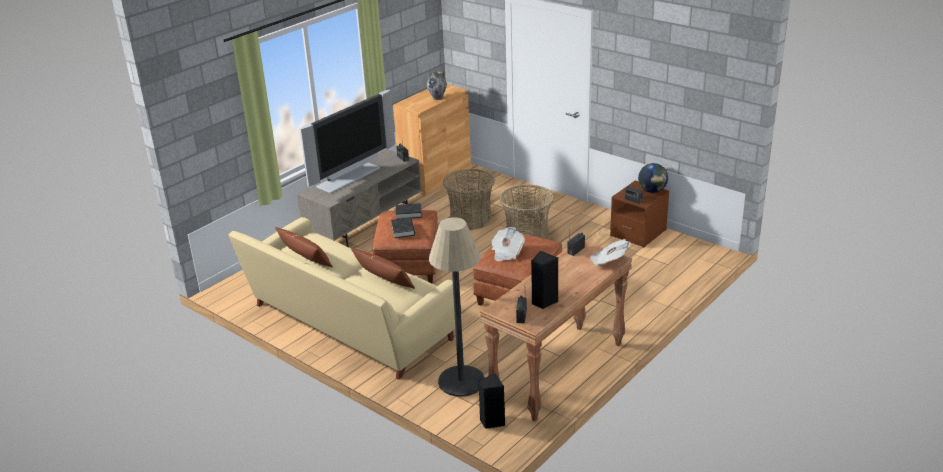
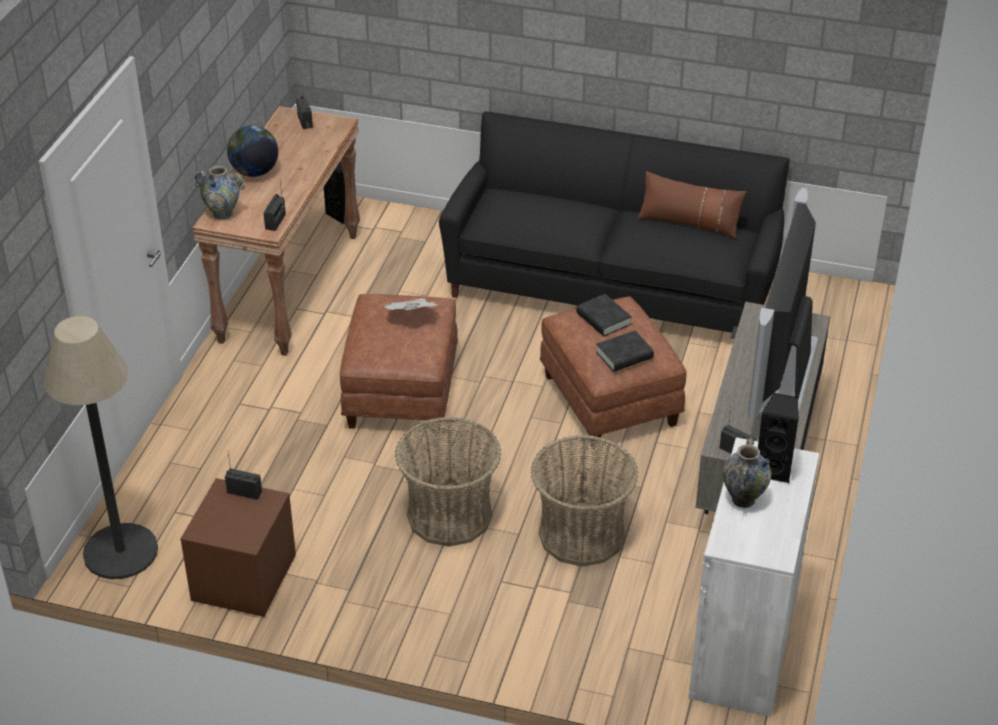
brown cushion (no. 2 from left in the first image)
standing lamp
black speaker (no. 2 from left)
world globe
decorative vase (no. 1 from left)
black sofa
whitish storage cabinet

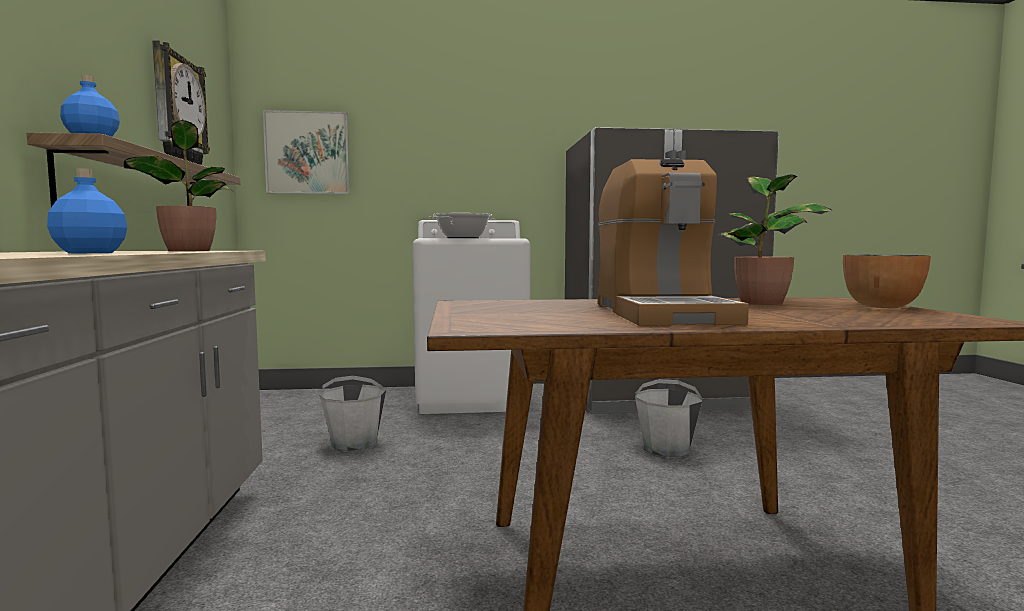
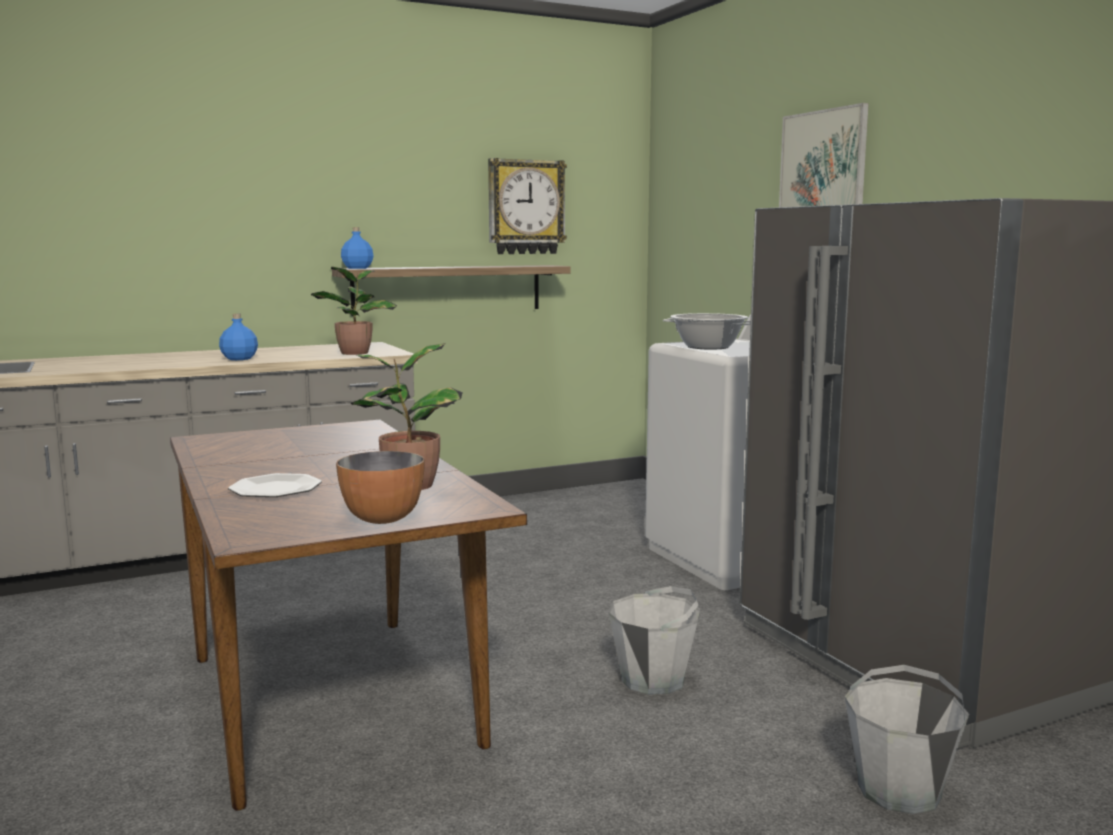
coffee maker
dinner plate
wall art
gray pail (no. 2 from left)

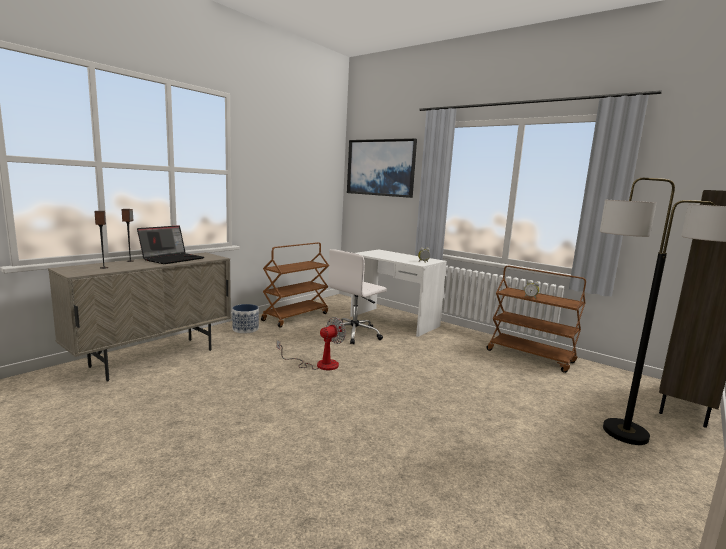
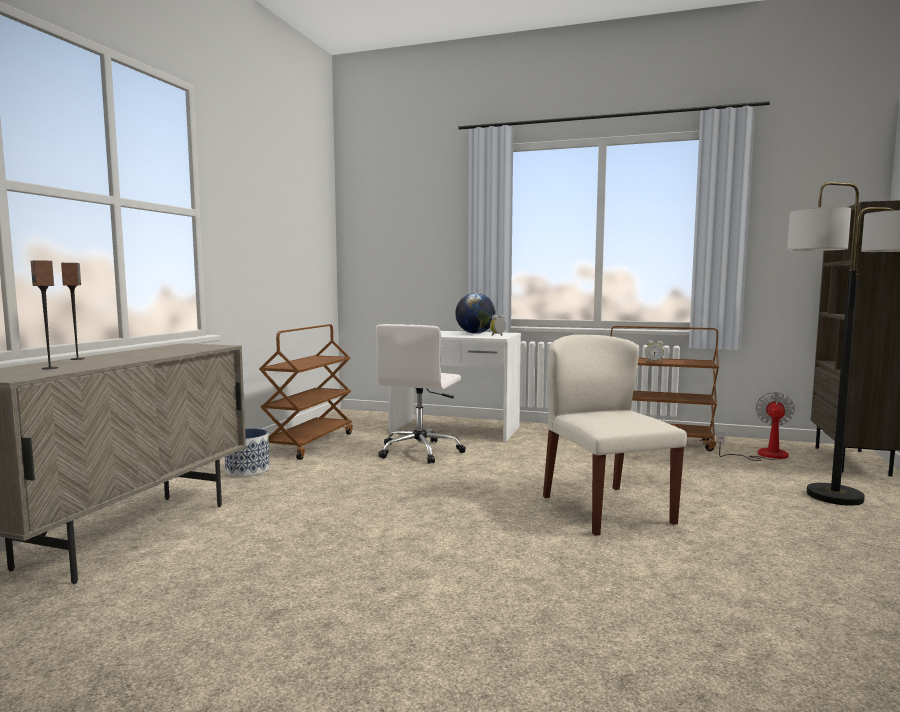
portable computer
wall art
world globe
beige chair
fan

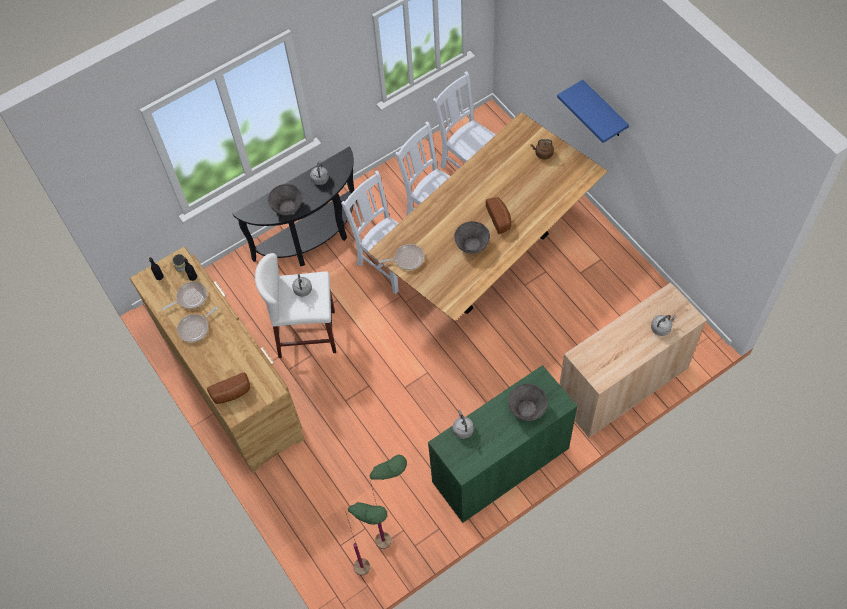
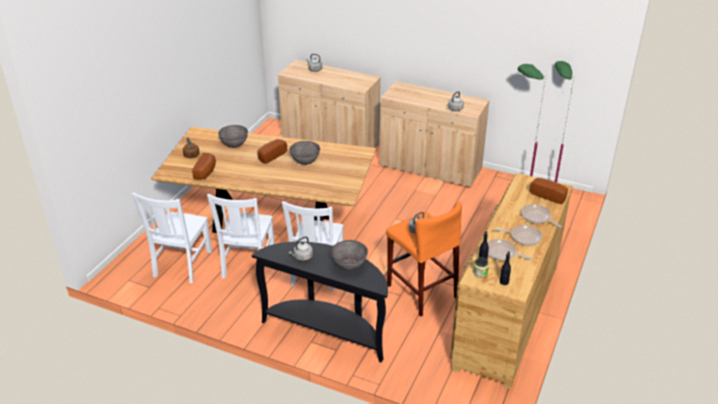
blue-coloured wall shelf
bread (no. 1 from left)
frying pan (no. 3 from left)
gray bowl (no. 1 from left)
orange stool seat
beige storage cabinet (no. 2 from left)

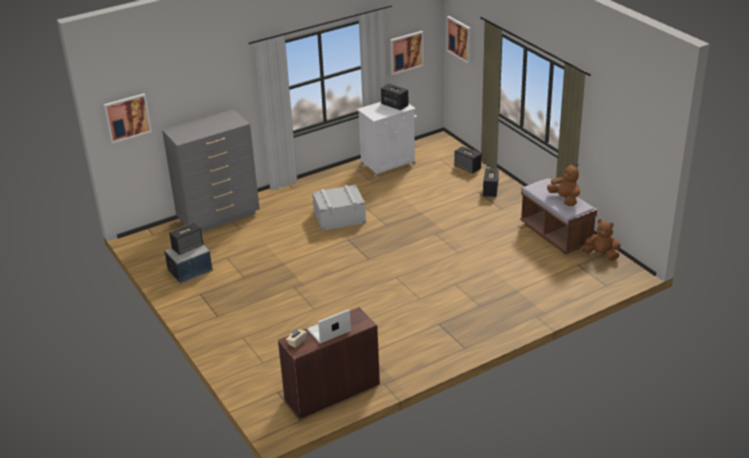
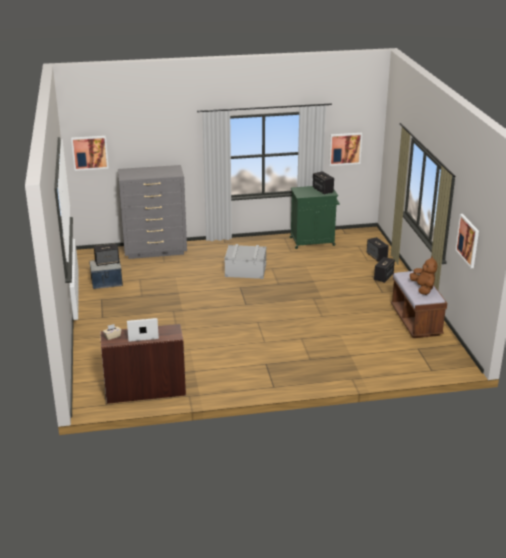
brown plush toy (no. 2 from left in the first image)
wall art (no. 3 from left)
green storage cabinet

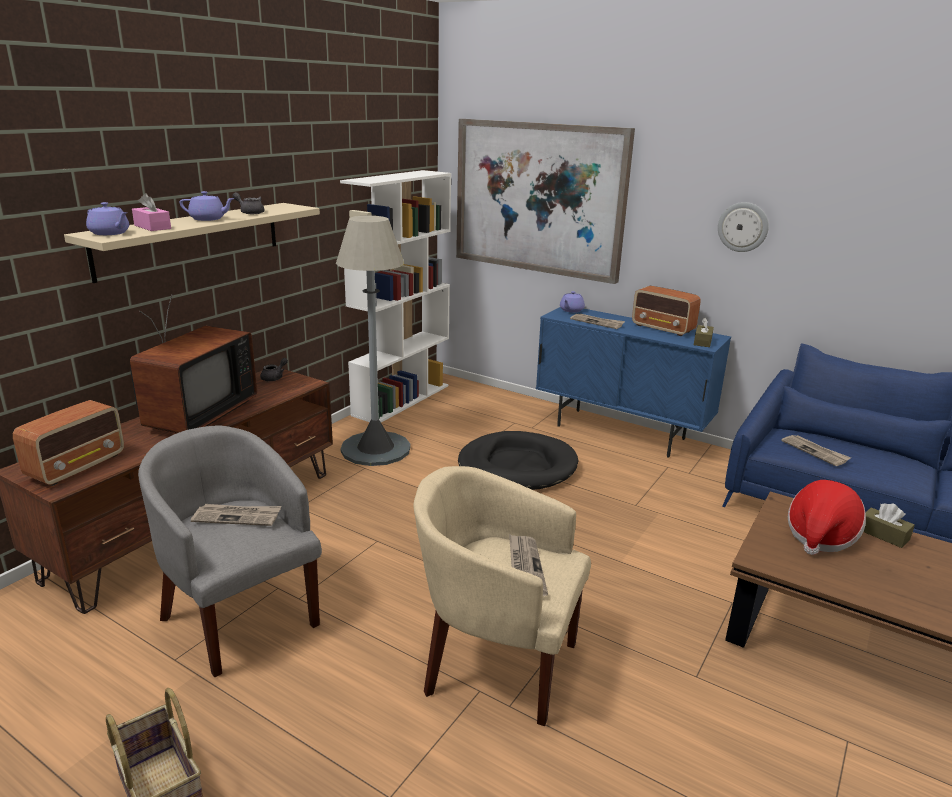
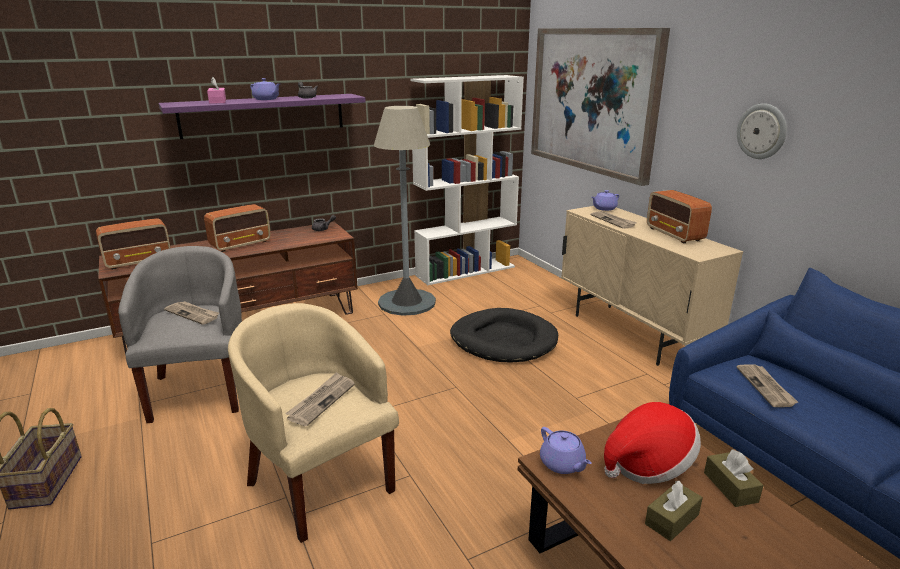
purple-coloured tea pot (no. 2 from left)
brown tissue box (no. 1 from left)
radio receiver (no. 2 from left)
purple-coloured wall shelf
beige storage cabinet

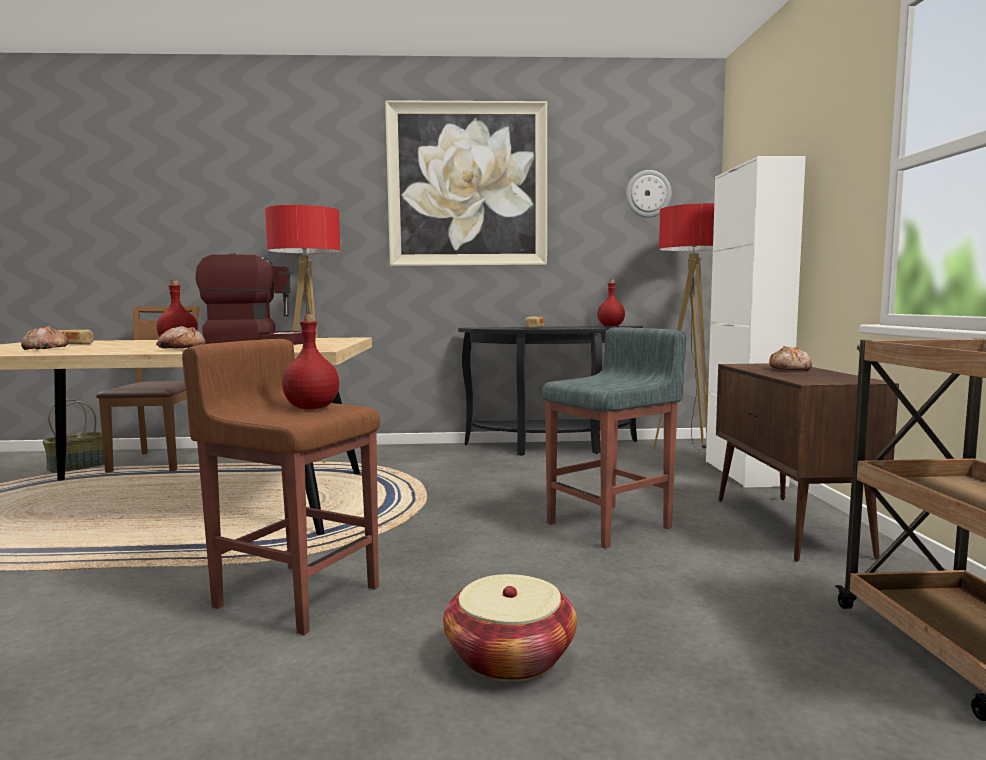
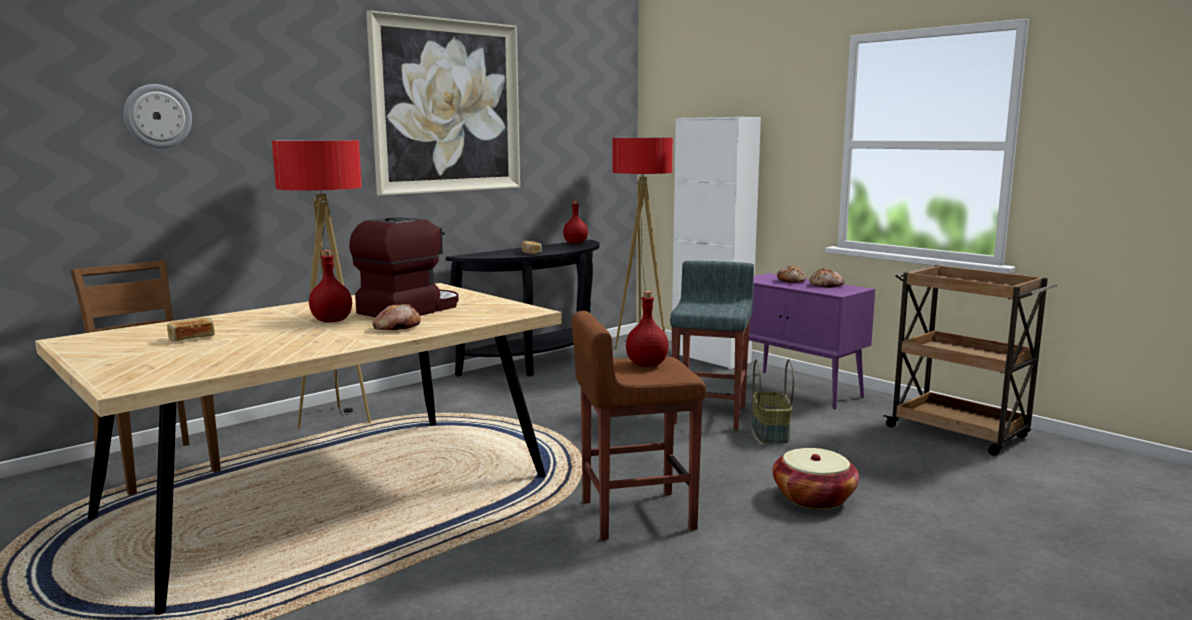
bread (no. 5 from left)
household basket (no. 1 from left)
hanging clock
purple-coloured storage cabinet

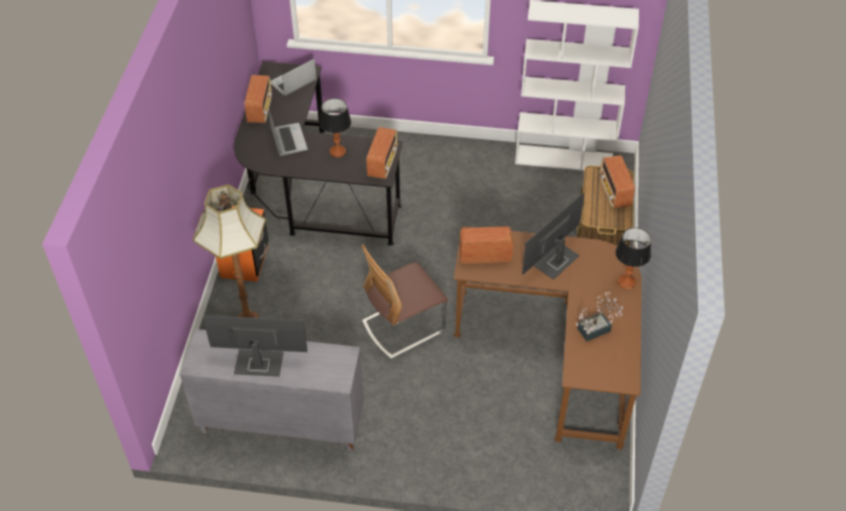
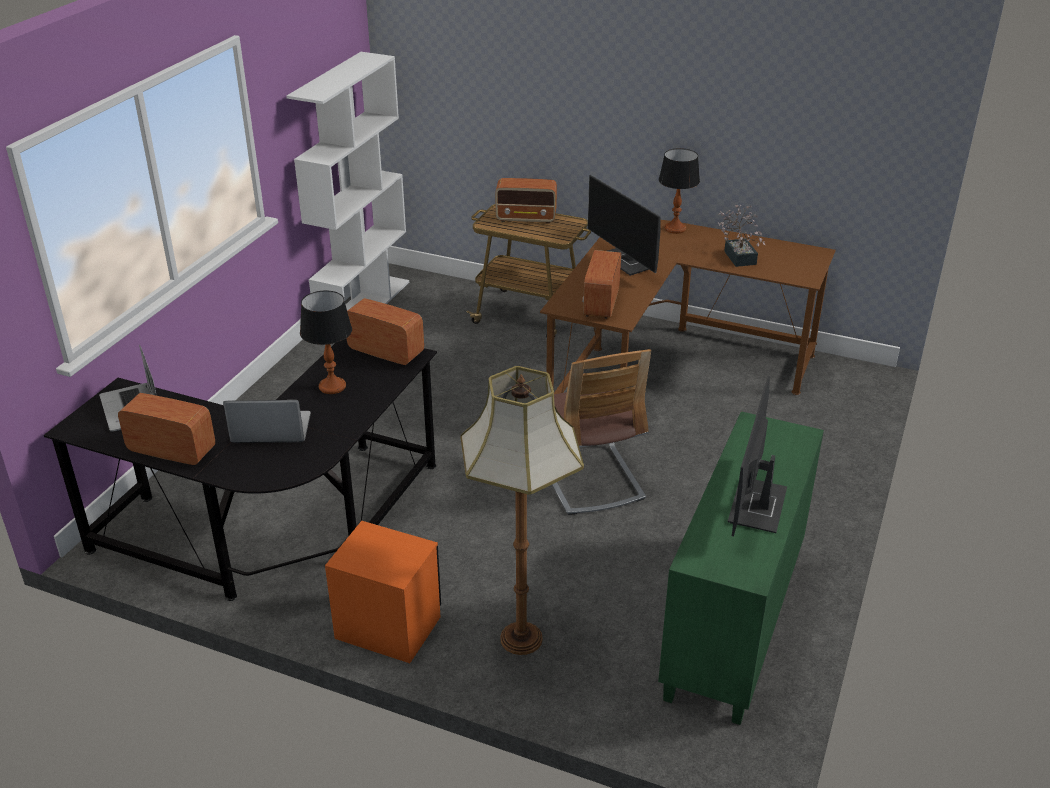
green storage cabinet

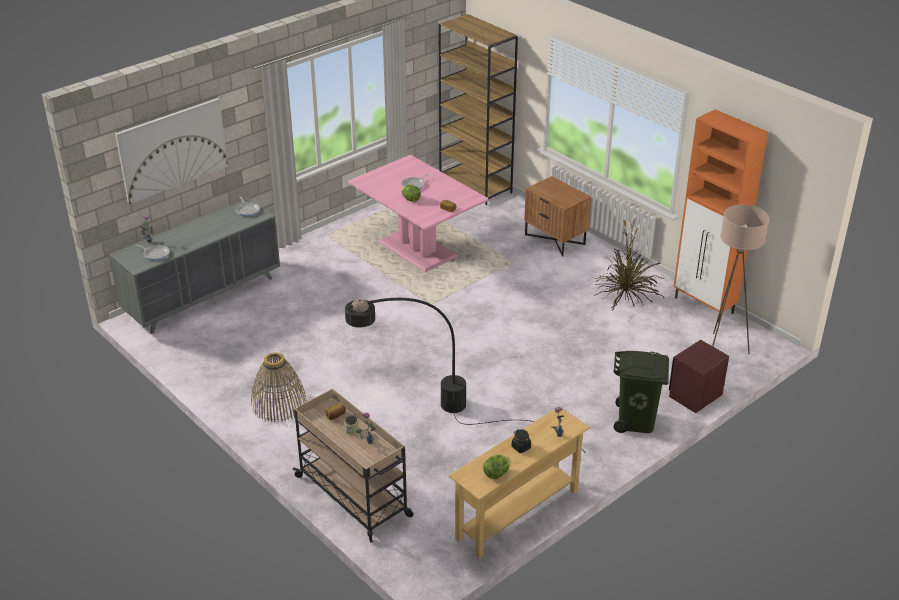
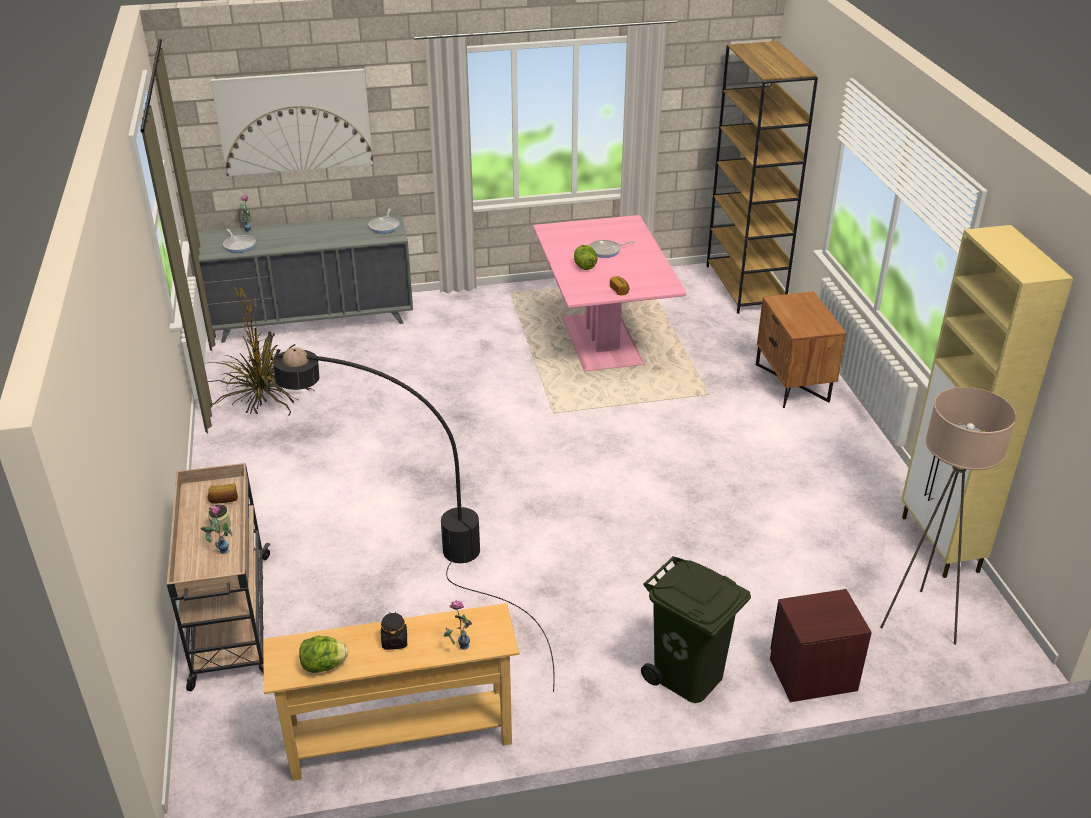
household basket
plant in a pot
beige storage cabinet

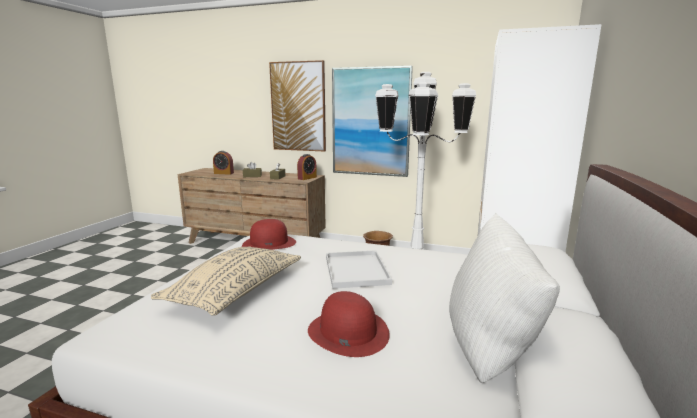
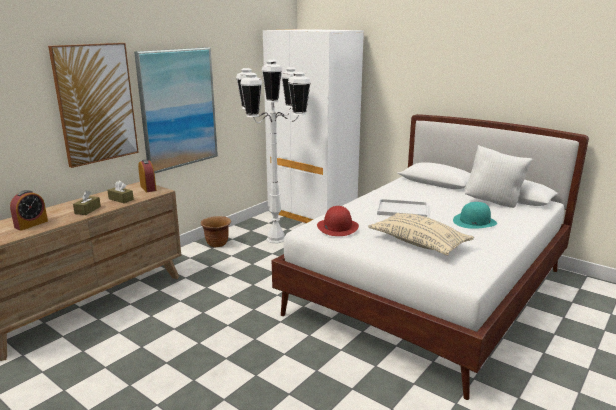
turquoise-coloured clothing hat

